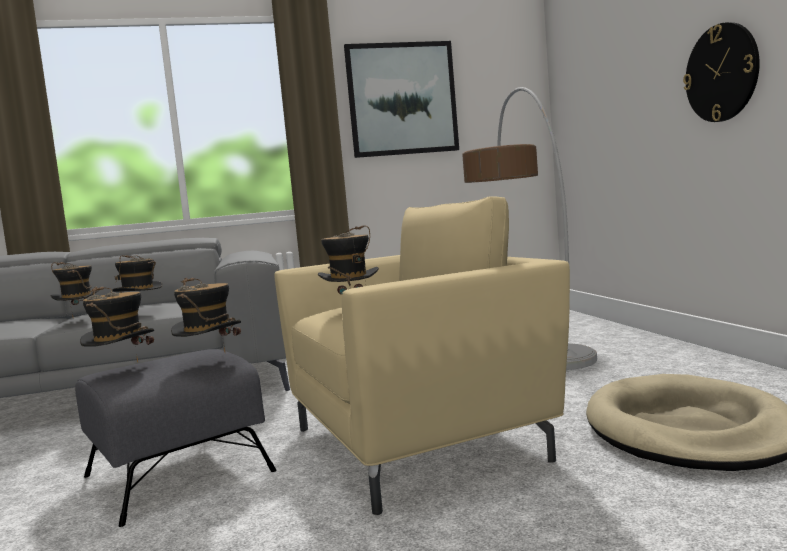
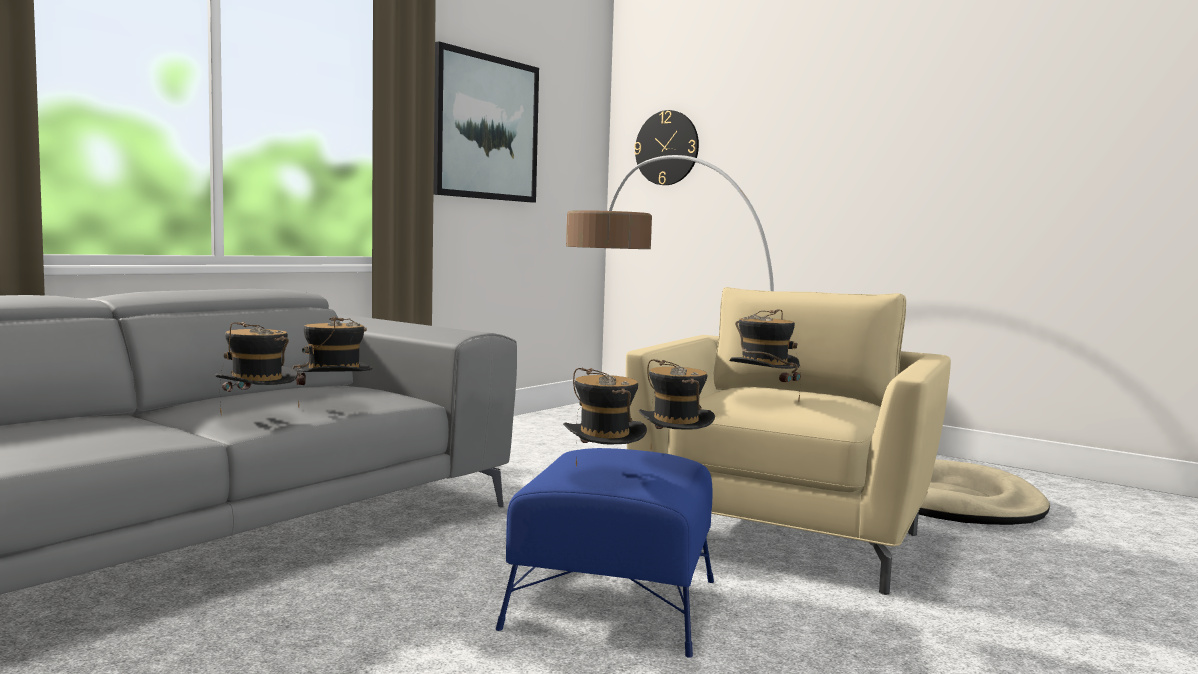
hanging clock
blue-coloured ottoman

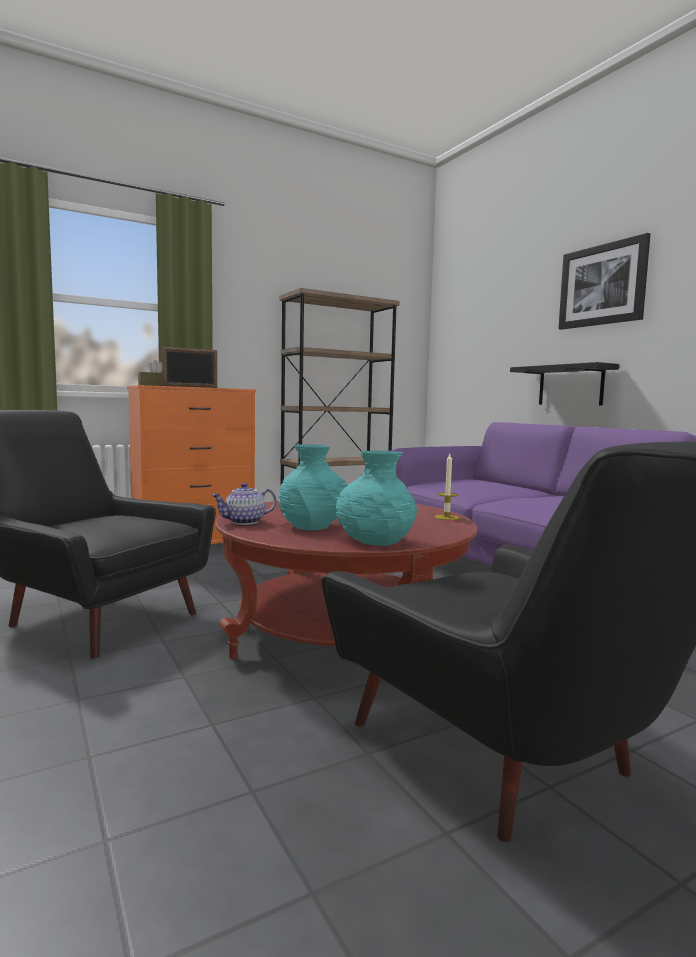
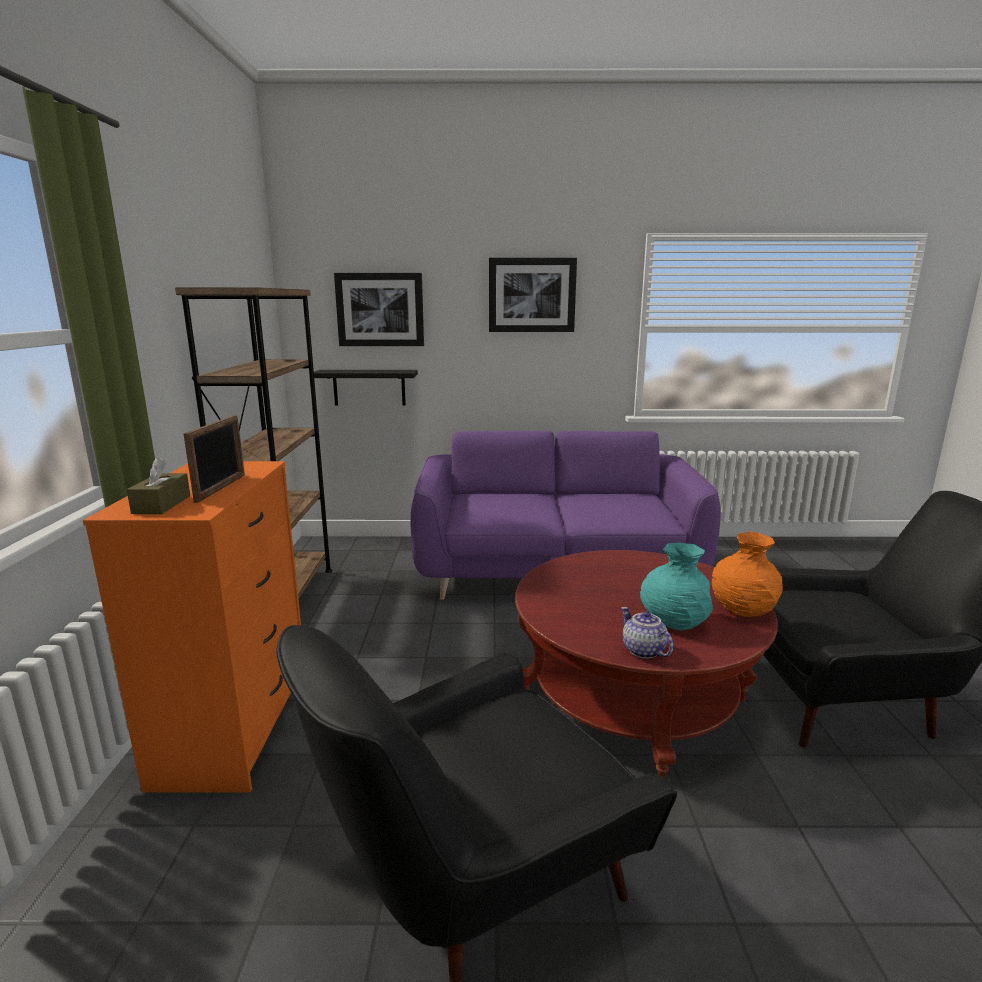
candle
wall art (no. 1 from left)
black wall shelf
orange decorative vase
tea pot

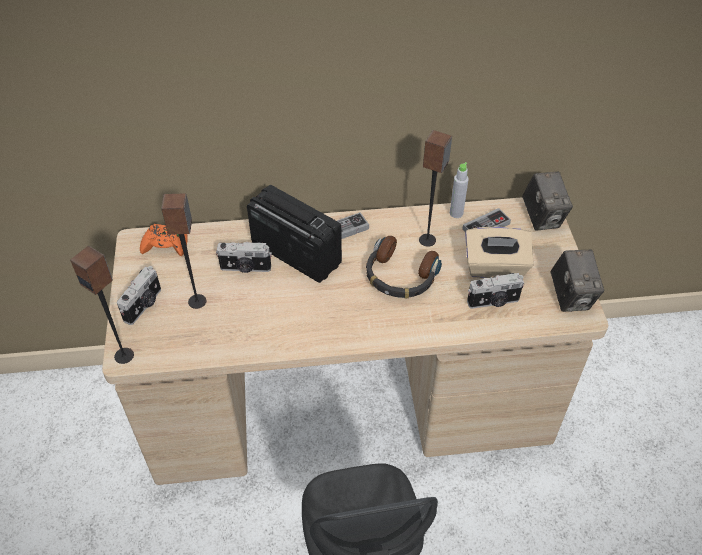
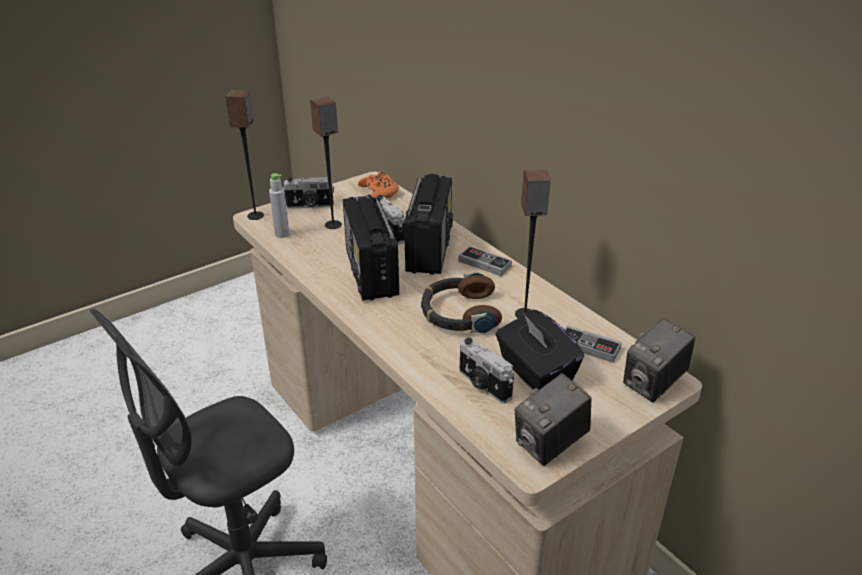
radio receiver (no. 1 from left)
gray bottle
black tissue box

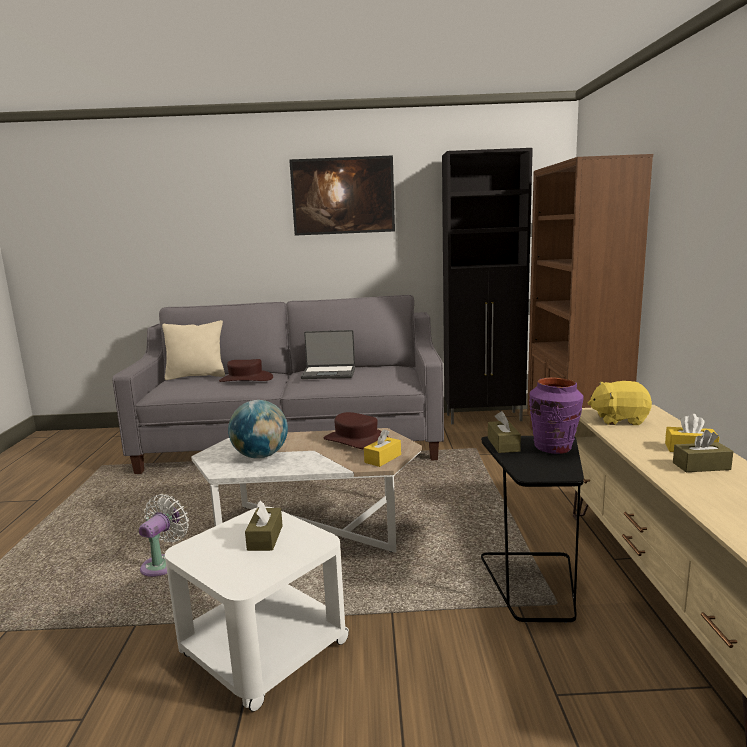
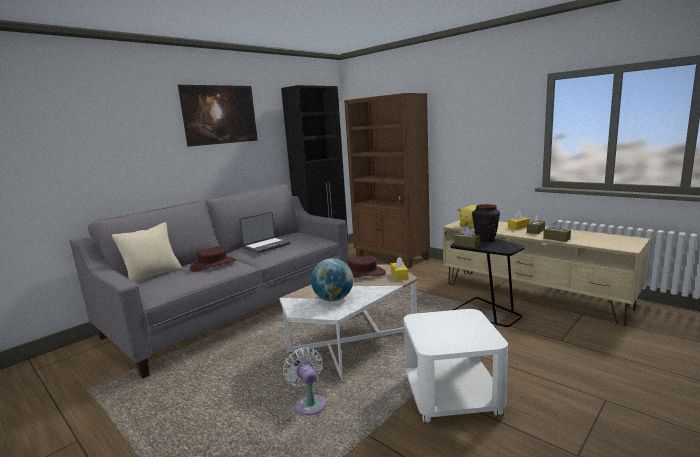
brown tissue box (no. 3 from left)
black decorative vase

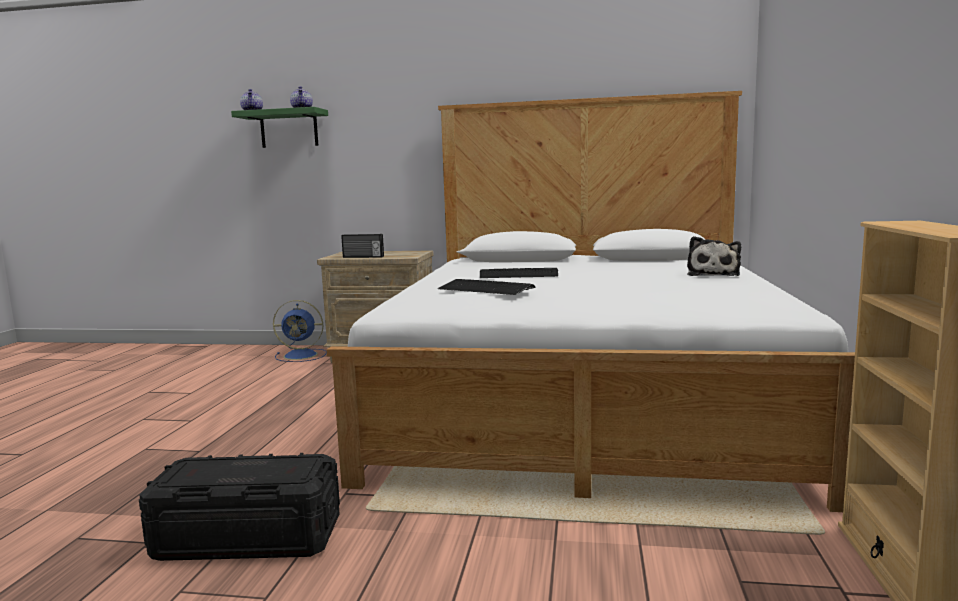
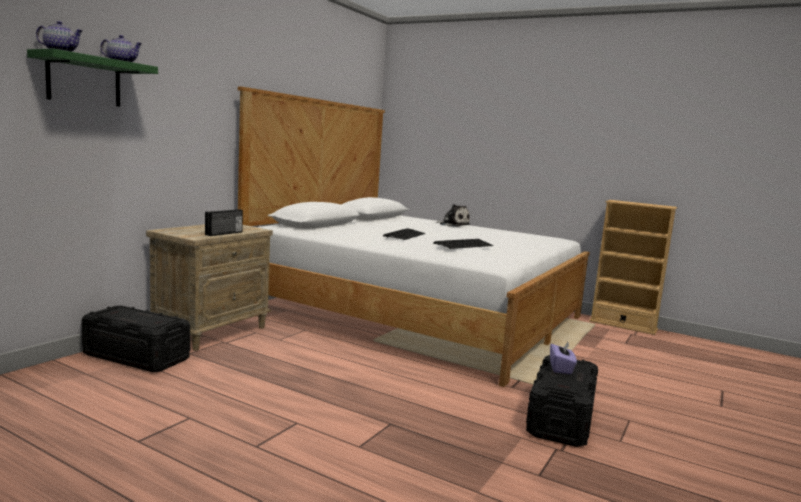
purple-coloured tissue box
black storage bin (no. 1 from left)

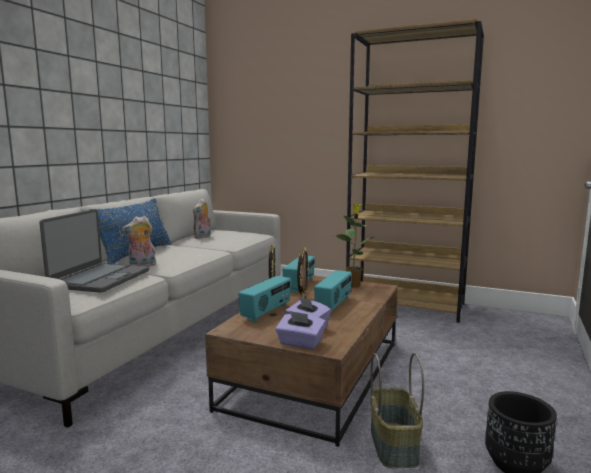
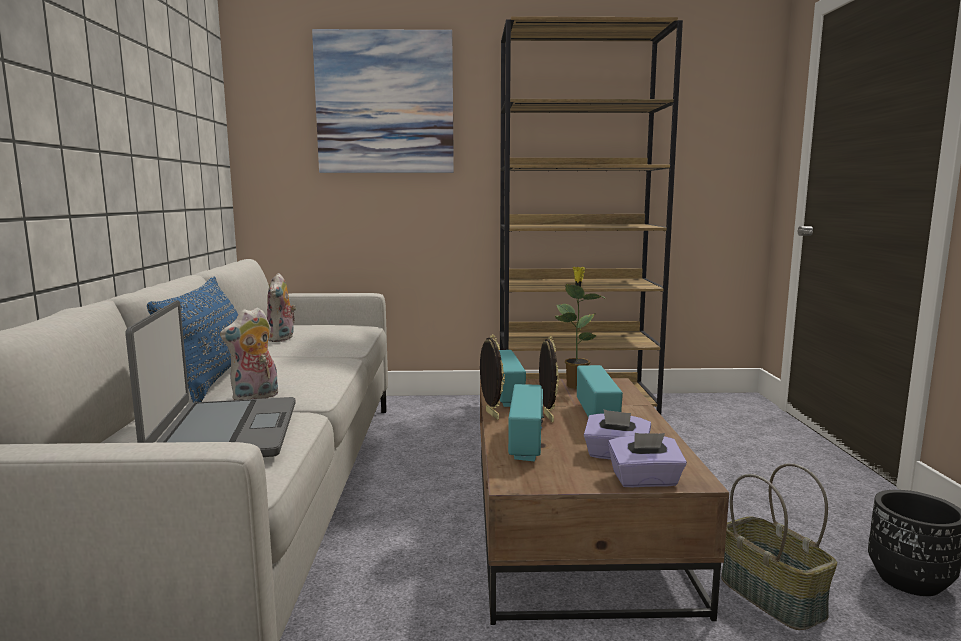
wall art

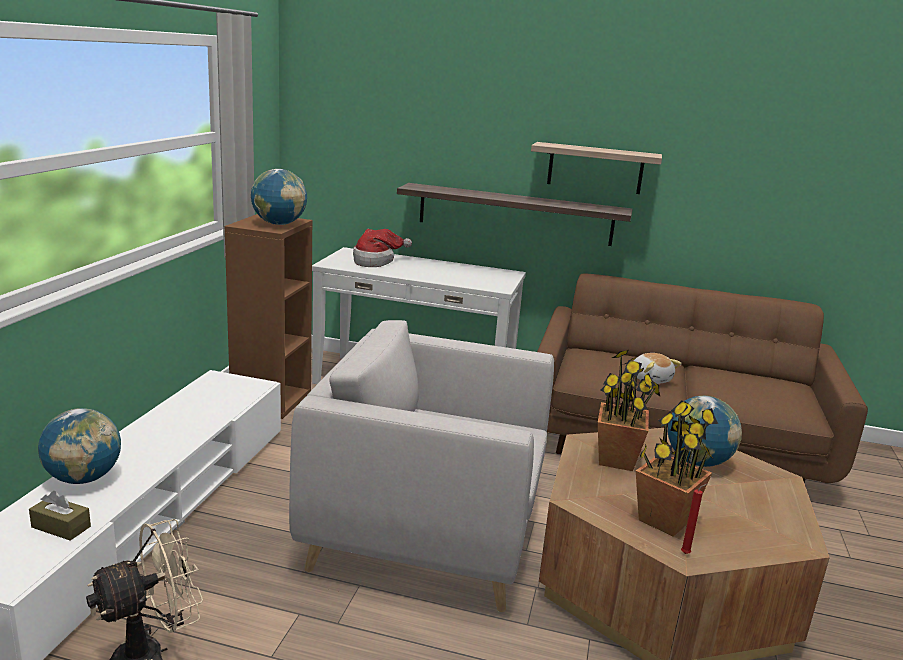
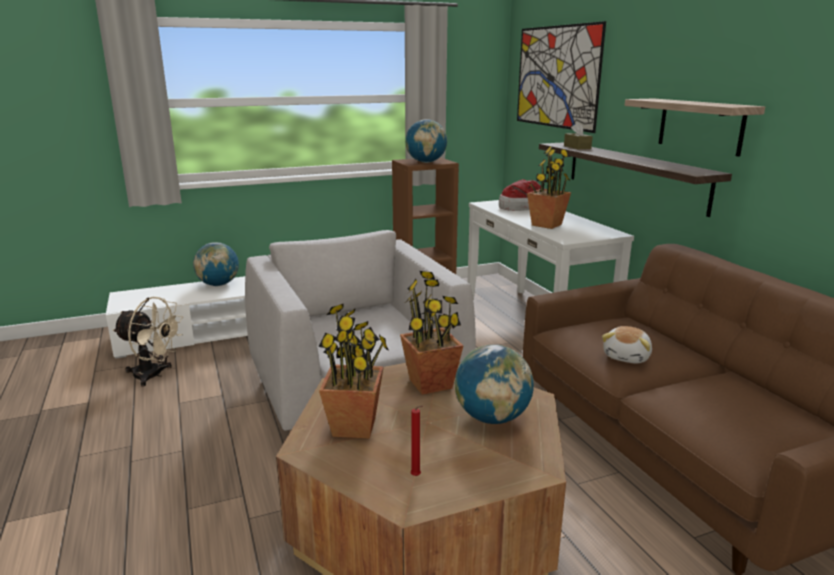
wall art
plant in a pot (no. 3 from left)
brown tissue box
reddish candle

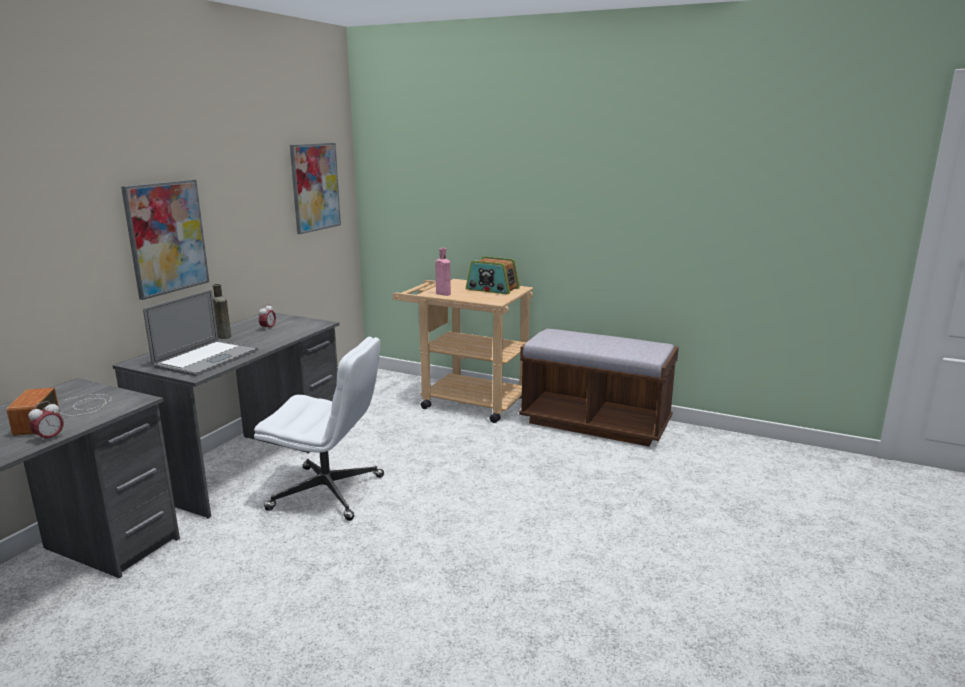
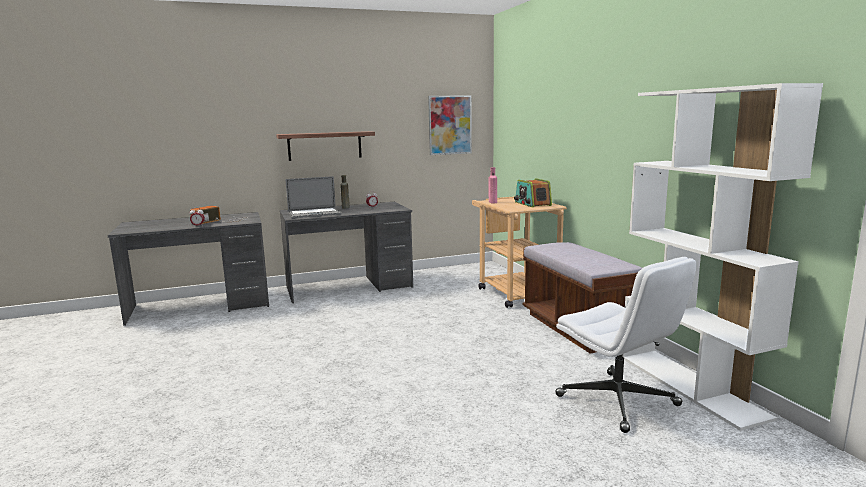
whitish shelving unit
whitish desk chair
wall shelf

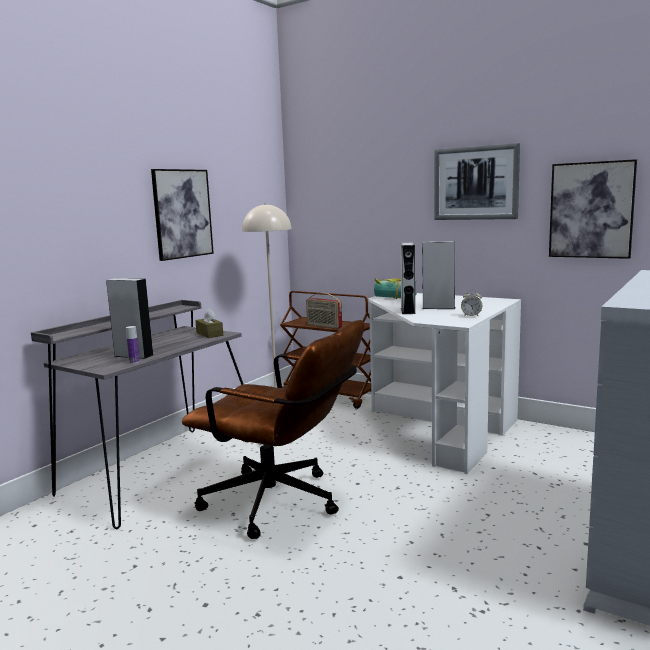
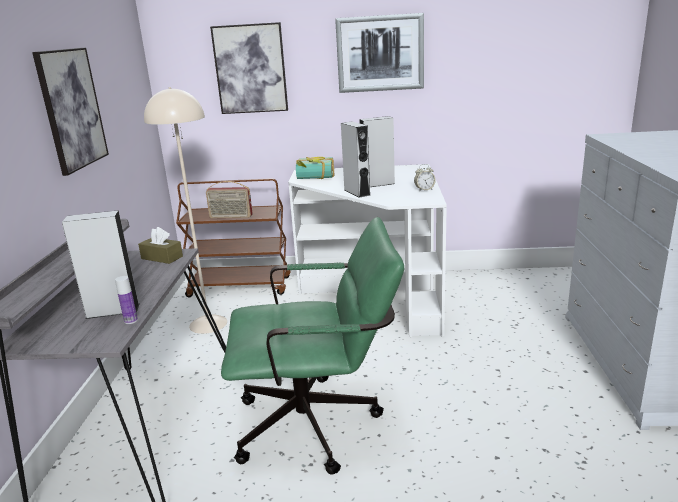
wall art (no. 2 from left)
green desk chair

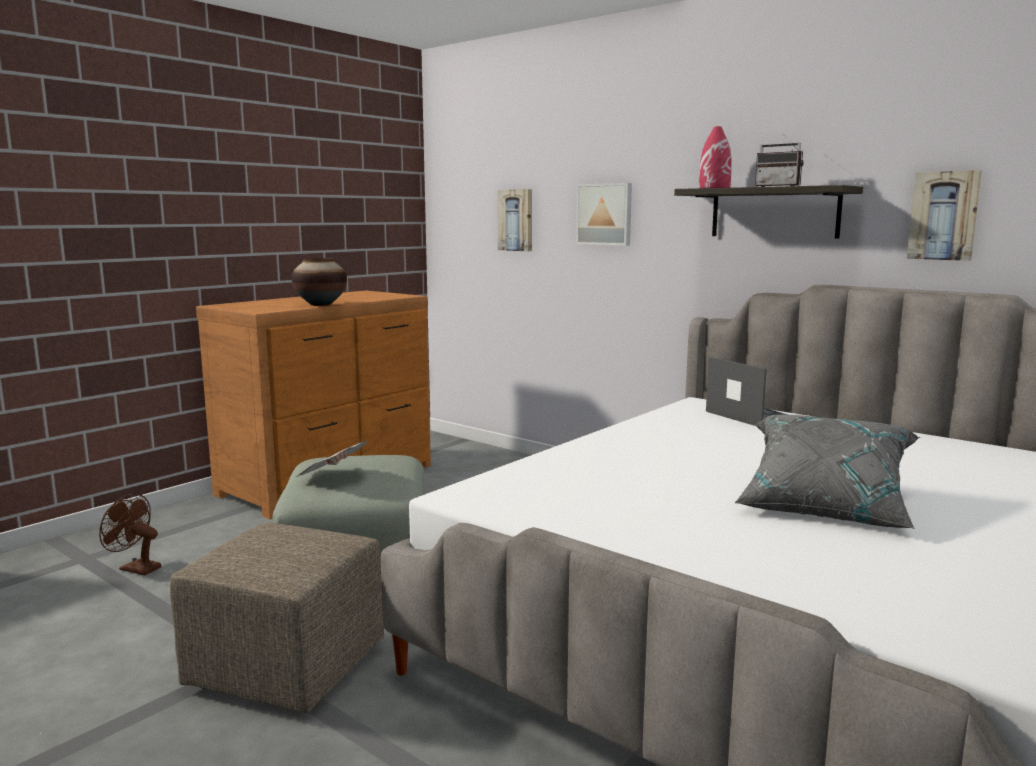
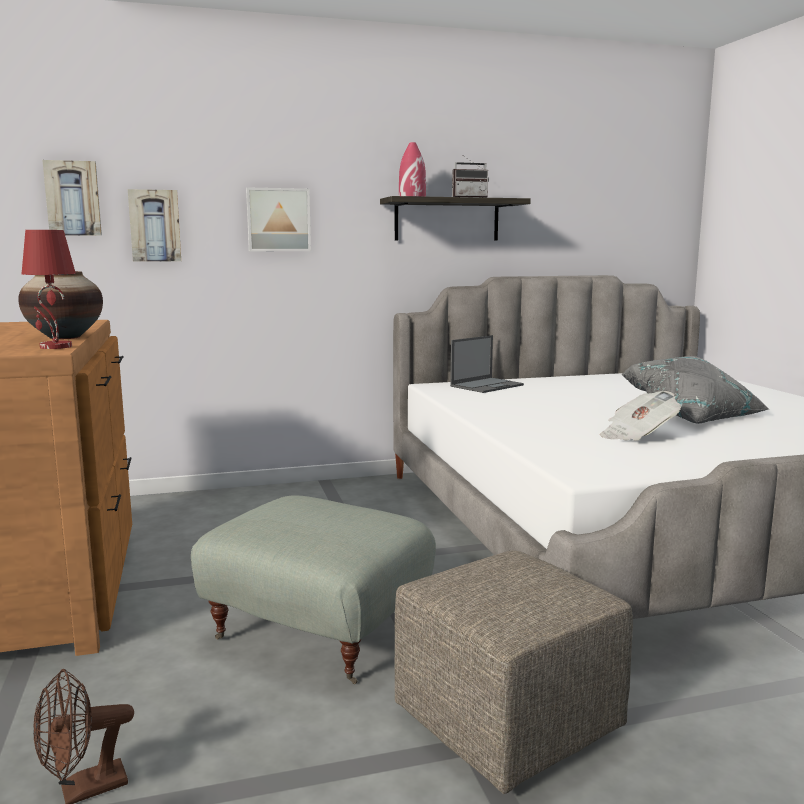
reddish tabletop lamp
printed paper
wall art (no. 1 from left)
portable computer

